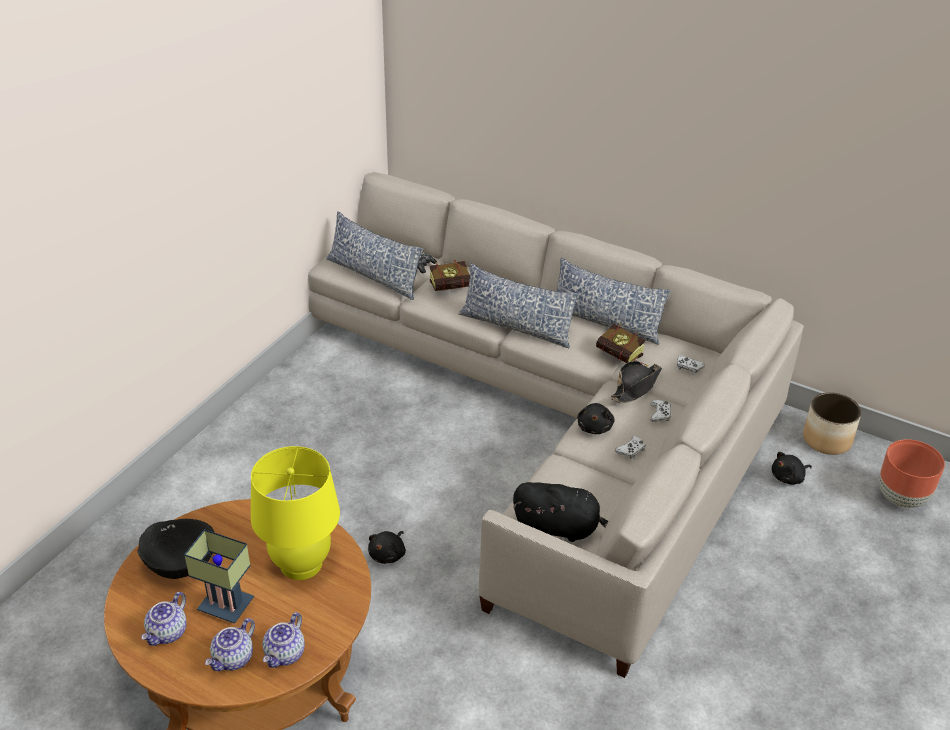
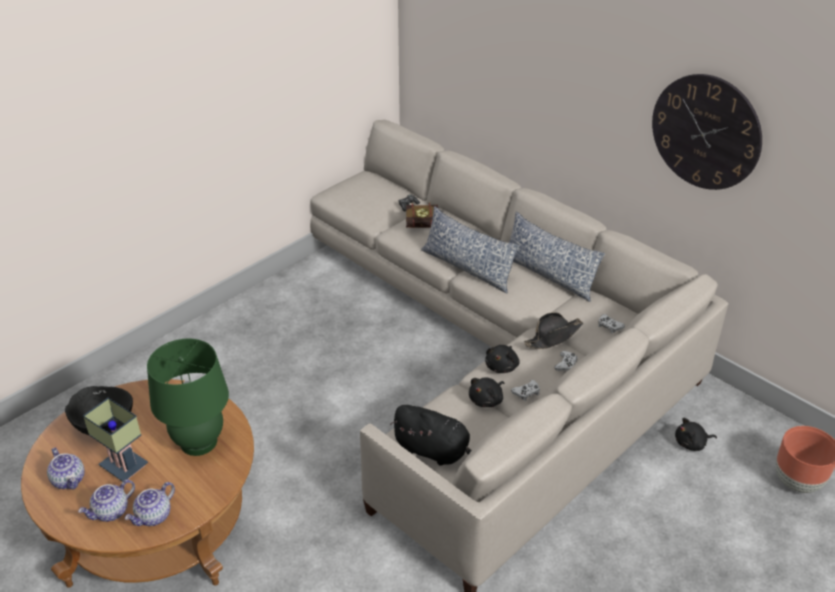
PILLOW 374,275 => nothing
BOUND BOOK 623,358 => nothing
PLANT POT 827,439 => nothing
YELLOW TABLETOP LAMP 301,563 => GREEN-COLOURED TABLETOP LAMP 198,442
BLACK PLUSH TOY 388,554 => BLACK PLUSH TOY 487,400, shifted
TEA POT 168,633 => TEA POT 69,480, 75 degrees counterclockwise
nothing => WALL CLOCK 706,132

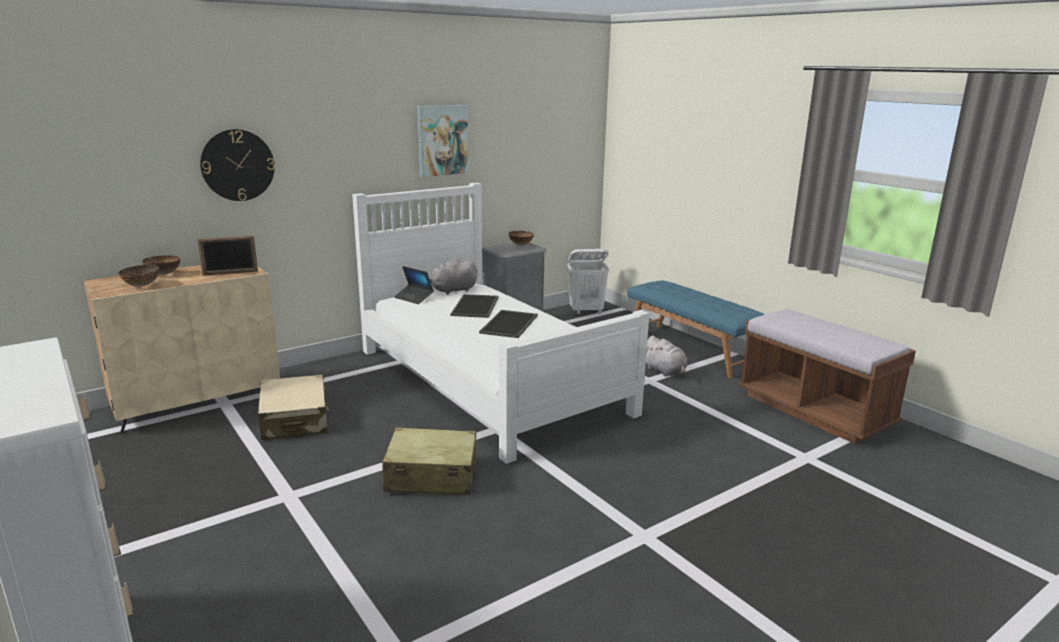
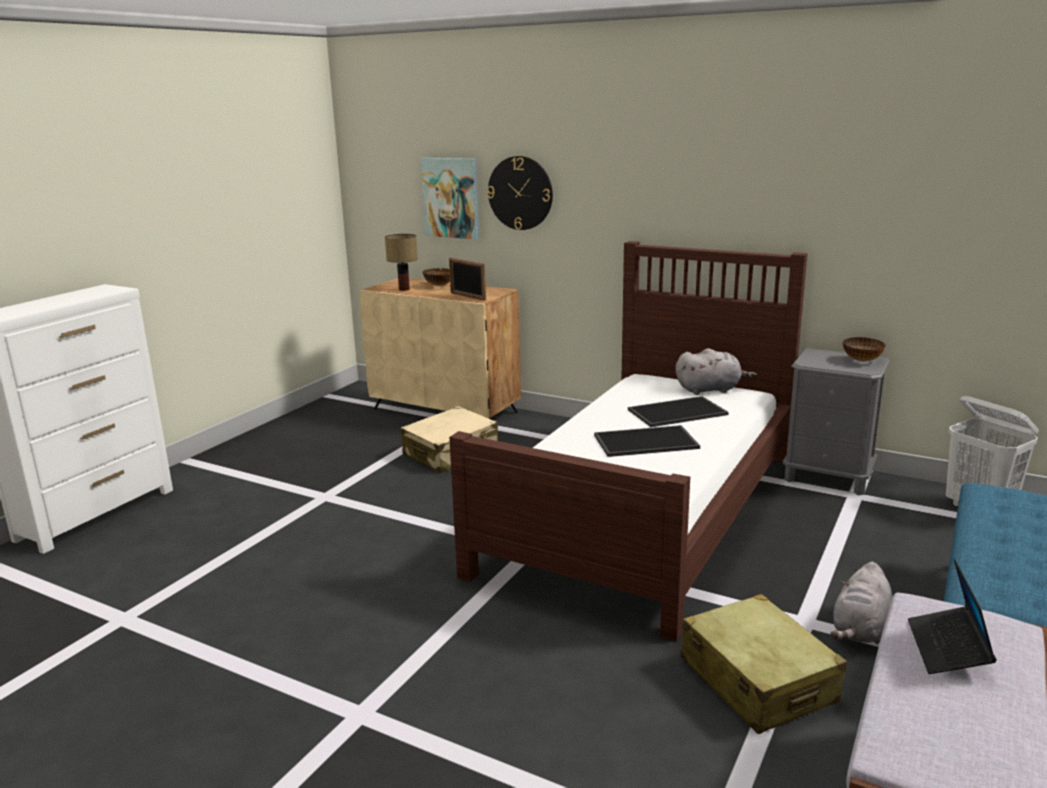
WALL ART 442,140 => WALL ART 451,198, shifted
WHITE-COLOURED BEDROOM BED 488,380 => BROWN-COLOURED BEDROOM BED 645,509
GREYISH PLUSH TOY 452,290 => GREYISH PLUSH TOY 710,389, 135 degrees clockwise
BOWL 141,285 => TABLETOP LAMP 404,289
NOTEBOOK COMPUTER 414,298 => NOTEBOOK COMPUTER 948,649, shifted
BEIGE-COLOURED SUITCASE 431,476 => BEIGE-COLOURED SUITCASE 757,680, shifted

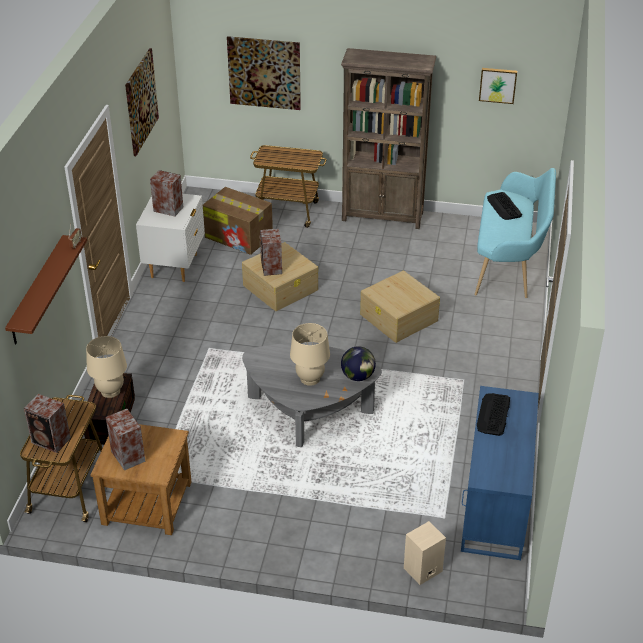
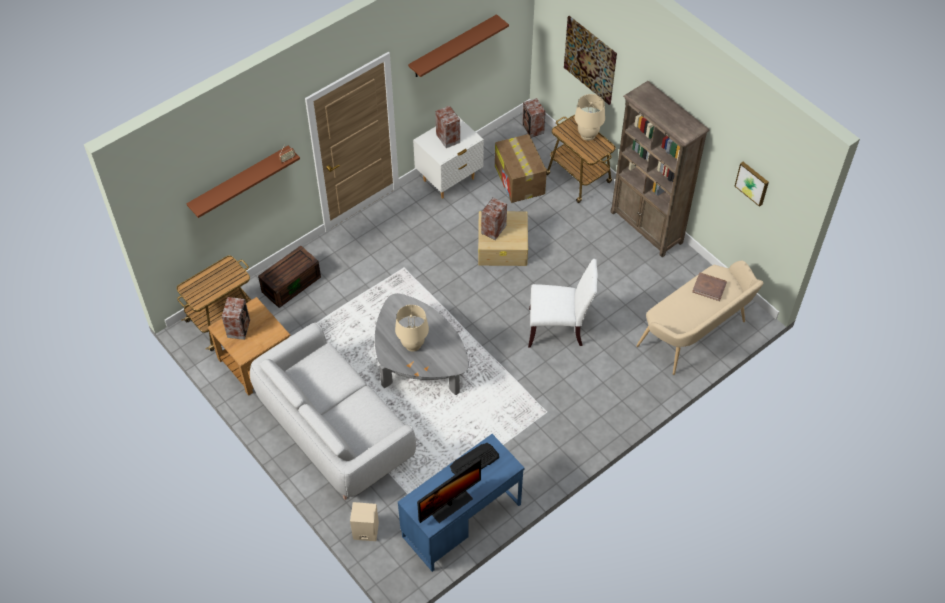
WALL ART 141,101 => BROWN-COLOURED SHELF 453,47
TURQUOISE BENCH 509,264 => BEIGE-COLOURED BENCH 696,336
KEYBOARD 504,207 => BROWN-COLOURED BOUND BOOK 709,287
BEIGE-COLOURED STORAGE BOX 399,318 => WHITE-COLOURED PLAIN CHAIR 558,328
BEIGE-COLOURED TABLETOP LAMP 110,391 => BEIGE-COLOURED TABLETOP LAMP 588,135, shifted
GLOBE 358,376 => nothing
AUDIO SPEAKER 51,441 => AUDIO SPEAKER 533,129, shifted
nothing => GREYISH COUCH 335,430
nothing => MONITOR 450,504

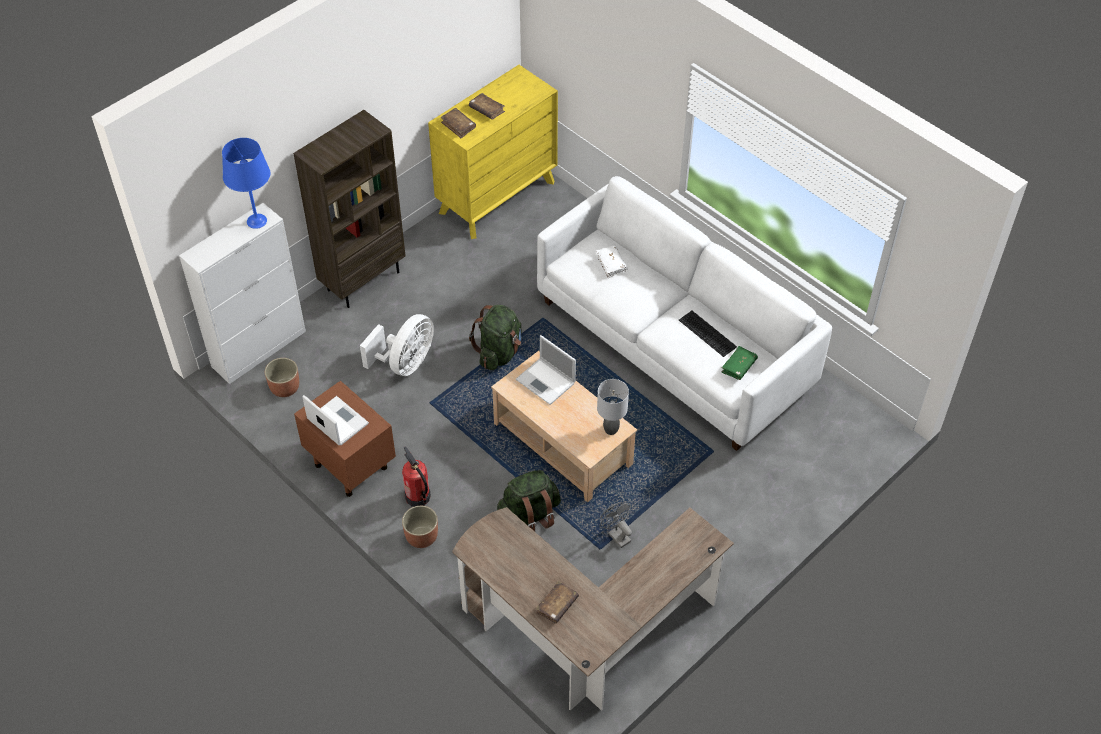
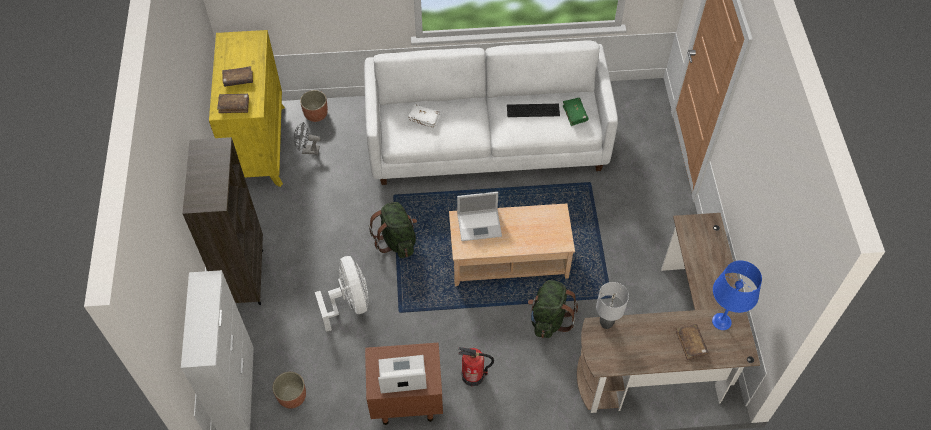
BLUE-COLOURED TABLETOP LAMP 257,221 => BLUE-COLOURED TABLETOP LAMP 722,321, shifted
GREYISH TABLETOP LAMP 611,429 => GREYISH TABLETOP LAMP 605,323, shifted
GREYISH ELECTRIC FAN 616,535 => GREYISH ELECTRIC FAN 307,150, shifted
PLANT POT 421,536 => PLANT POT 316,114, shifted

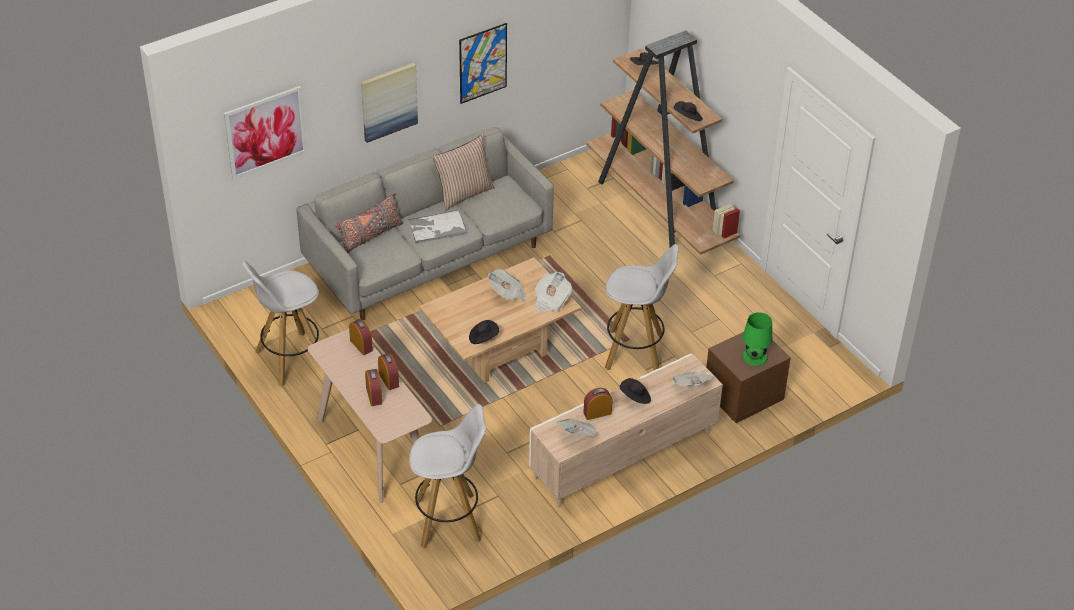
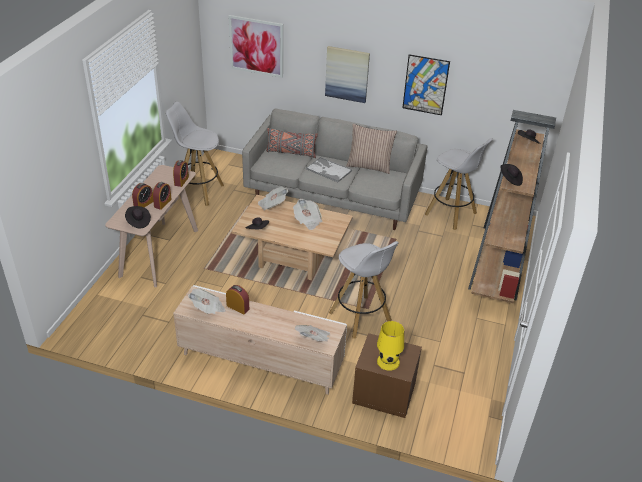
PRINTED PAPER 550,301 => PRINTED PAPER 272,204, shifted
GREEN-COLOURED TABLETOP LAMP 754,357 => YELLOW TABLETOP LAMP 388,361
BLACK HAT 635,397 => BLACK HAT 138,222, shifted
WHITE-COLOURED STOOL SEAT 449,520 => WHITE-COLOURED STOOL SEAT 451,214, shifted

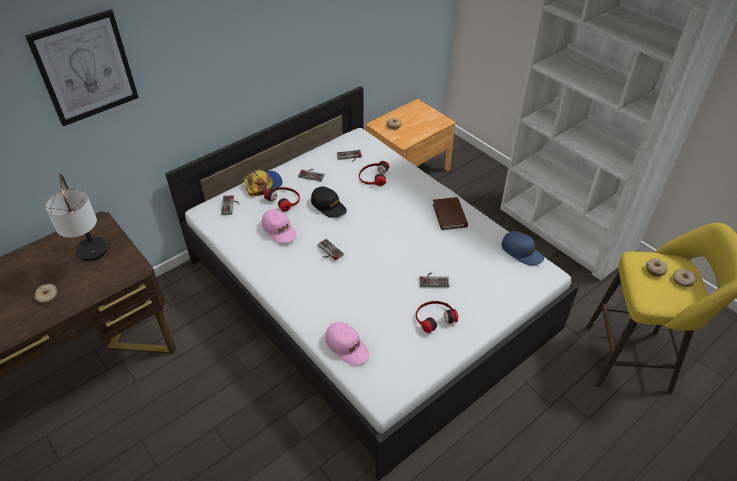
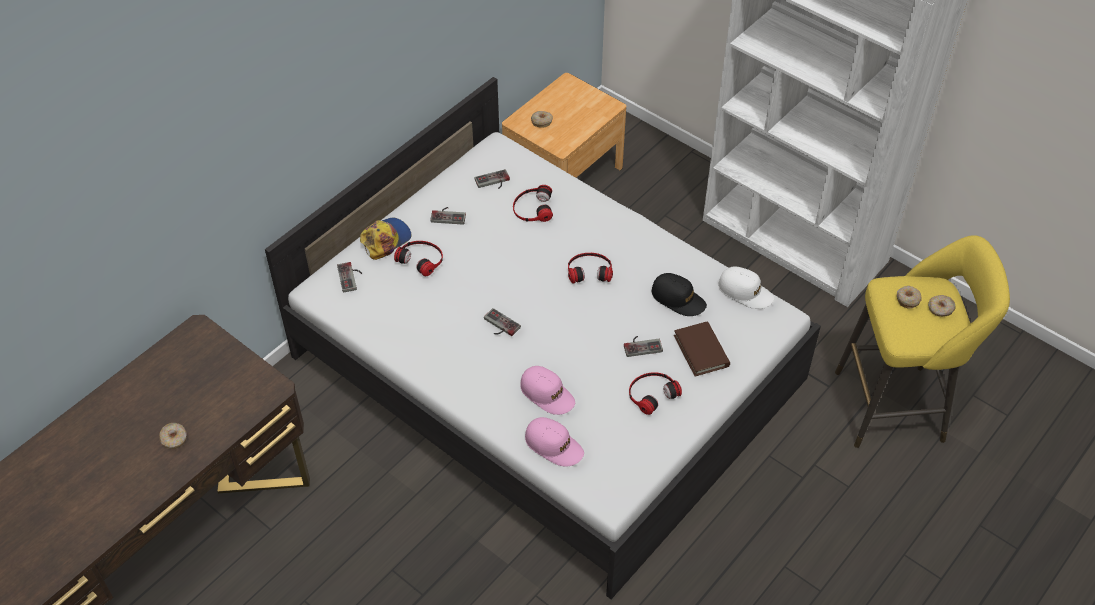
WALL ART 85,68 => nothing
TABLETOP LAMP 94,260 => nothing
BLACK BASEBALL CAP 328,206 => BLACK BASEBALL CAP 678,299, shifted
BROWN-COLOURED BOUND BOOK 449,215 => BROWN-COLOURED BOUND BOOK 701,351, shifted
PINK-COLOURED BASEBALL CAP 279,230 => PINK-COLOURED BASEBALL CAP 547,394, shifted
BLUE-COLOURED BASEBALL CAP 522,252 => WHITE-COLOURED BASEBALL CAP 745,292
nothing => HEADPHONES 589,270

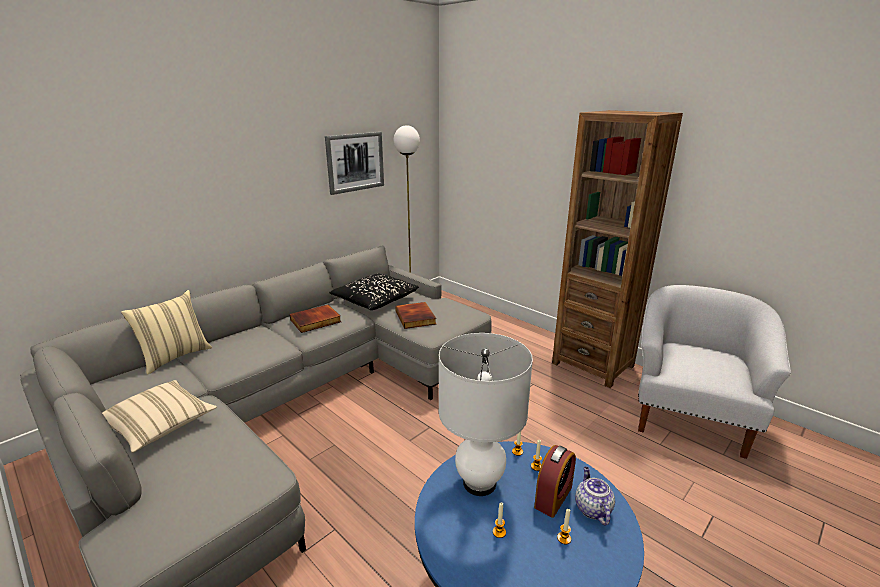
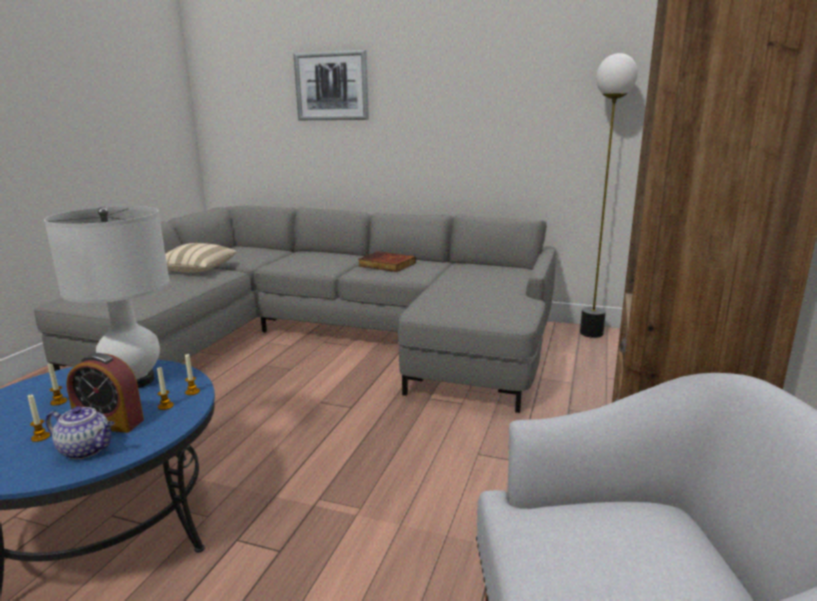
WALL ART 355,162 => WALL ART 331,86, shifted
BLACK PILLOW 375,300 => nothing
BEIGE-COLOURED PILLOW 175,357 => nothing
BOUND BOOK 416,317 => nothing
TEA POT 592,508 => TEA POT 87,450, 45 degrees clockwise

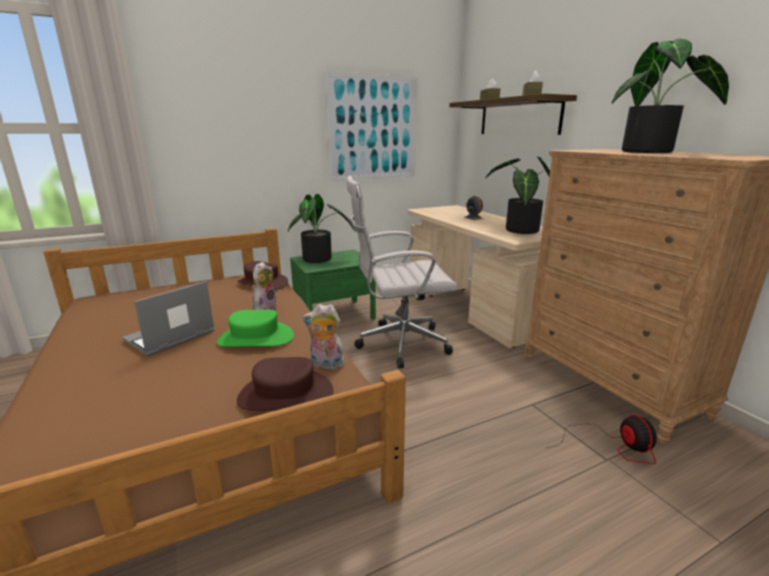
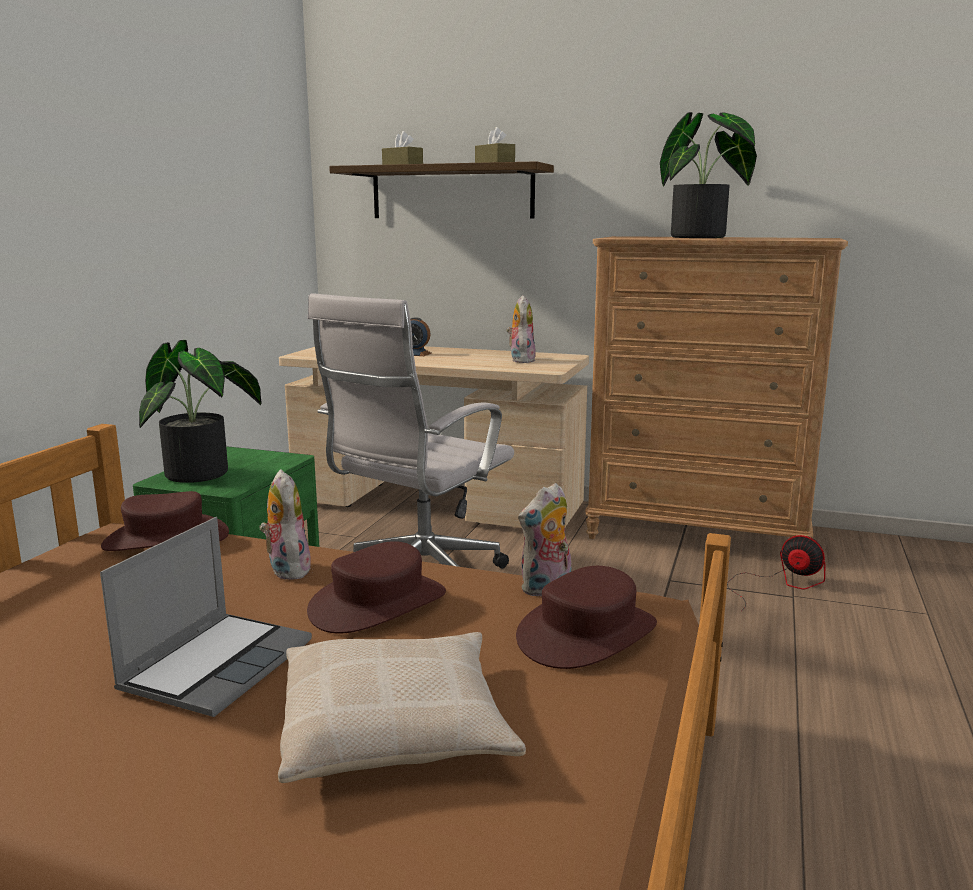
WALL ART 373,128 => nothing
HOUSEPLANT 519,231 => PLUSH TOY 520,360
NOTEBOOK COMPUTER 170,337 => NOTEBOOK COMPUTER 217,664, 150 degrees counterclockwise
GREEN-COLOURED HAT 256,338 => BROWN-COLOURED HAT 378,604
nothing => BEIGE-COLOURED PILLOW 395,726

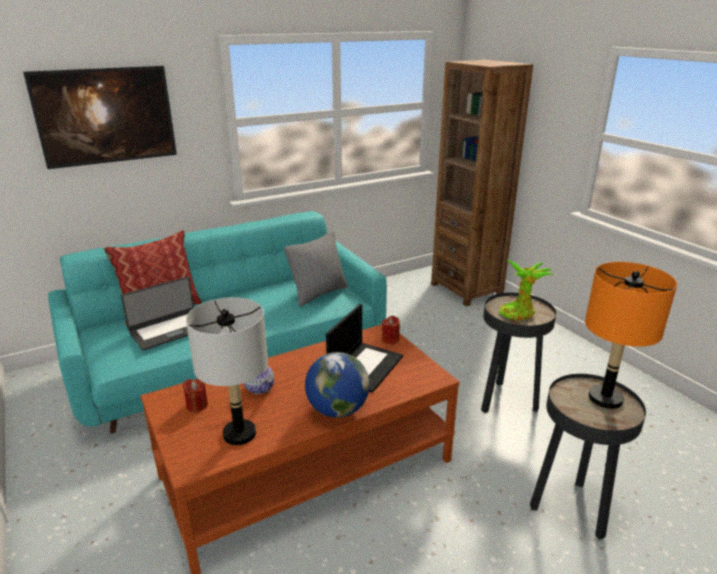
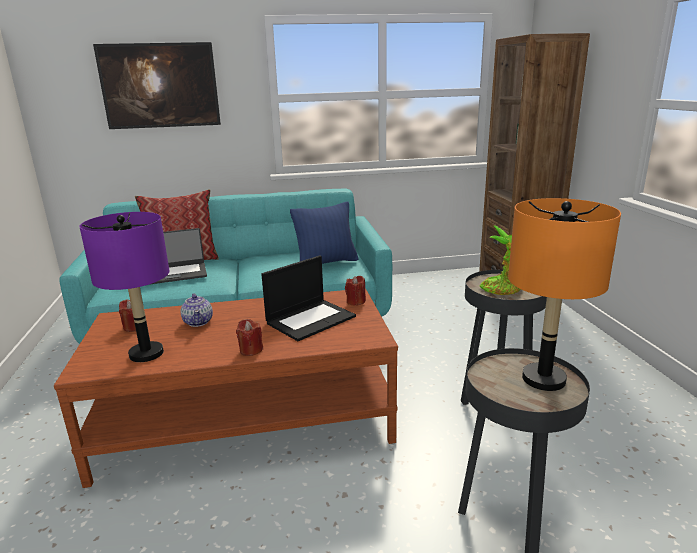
GREYISH PILLOW 318,294 => BLUE-COLOURED PILLOW 326,263
GREYISH TABLETOP LAMP 240,434 => PURPLE-COLOURED TABLETOP LAMP 147,354
GLOBE 337,410 => RED WAX CANDLE 251,350

